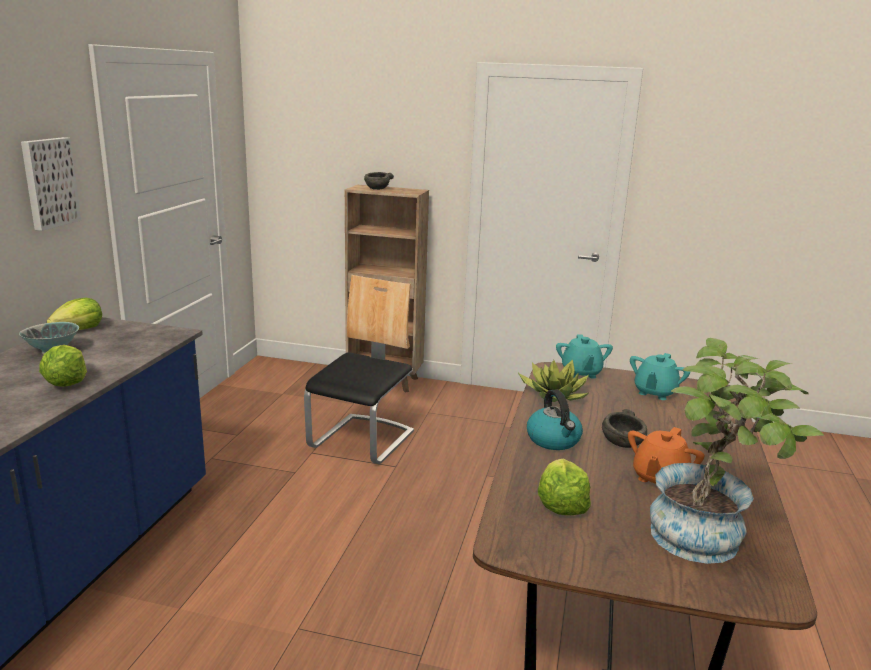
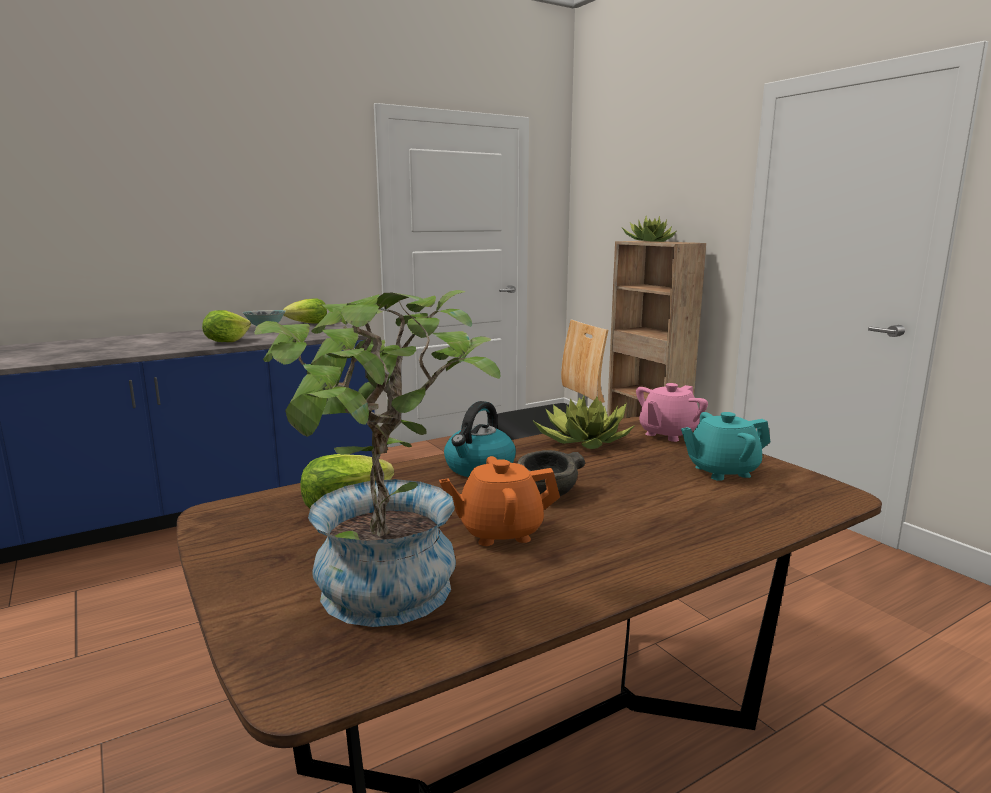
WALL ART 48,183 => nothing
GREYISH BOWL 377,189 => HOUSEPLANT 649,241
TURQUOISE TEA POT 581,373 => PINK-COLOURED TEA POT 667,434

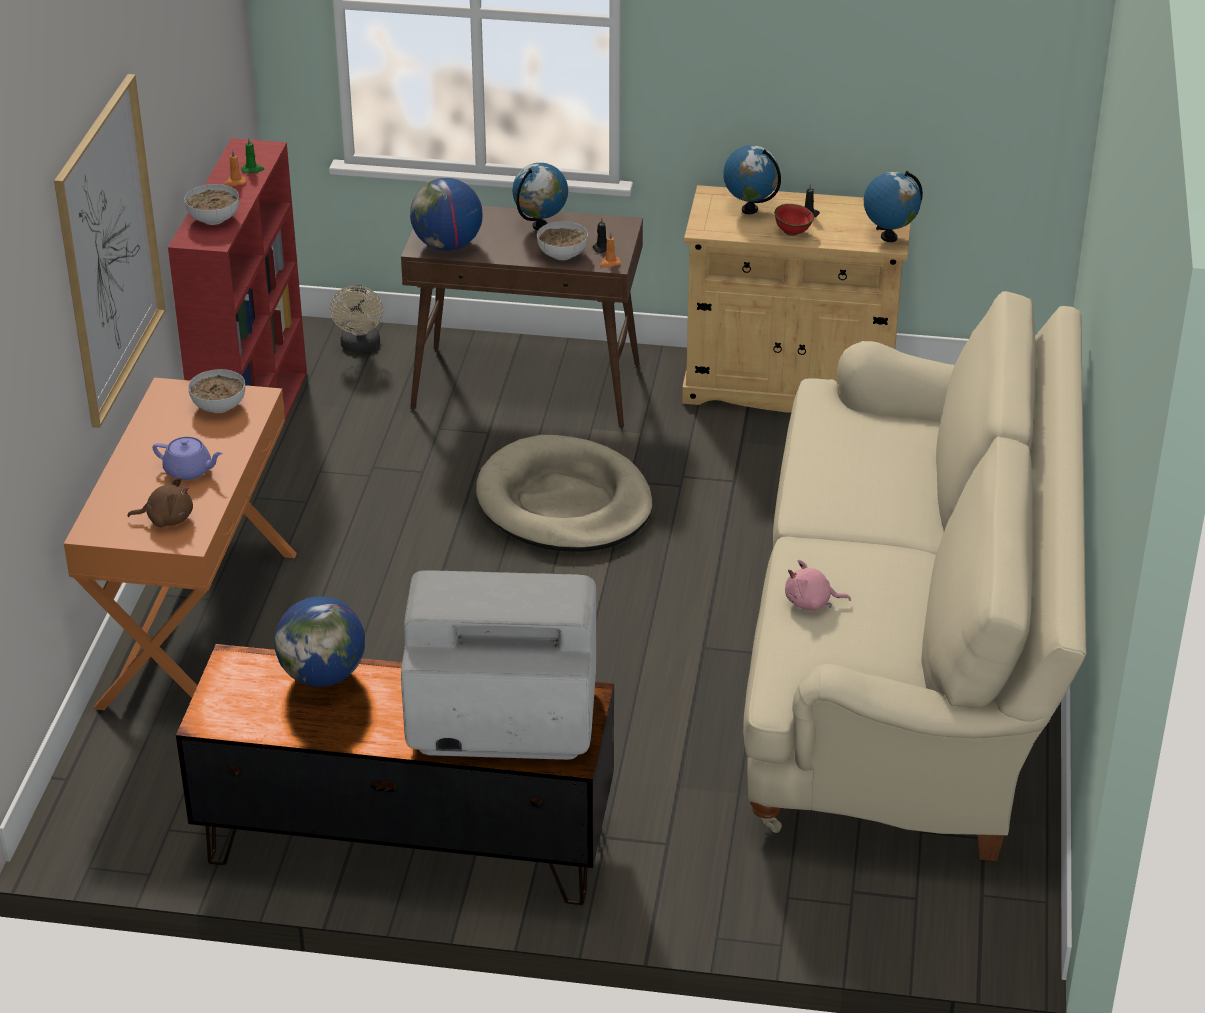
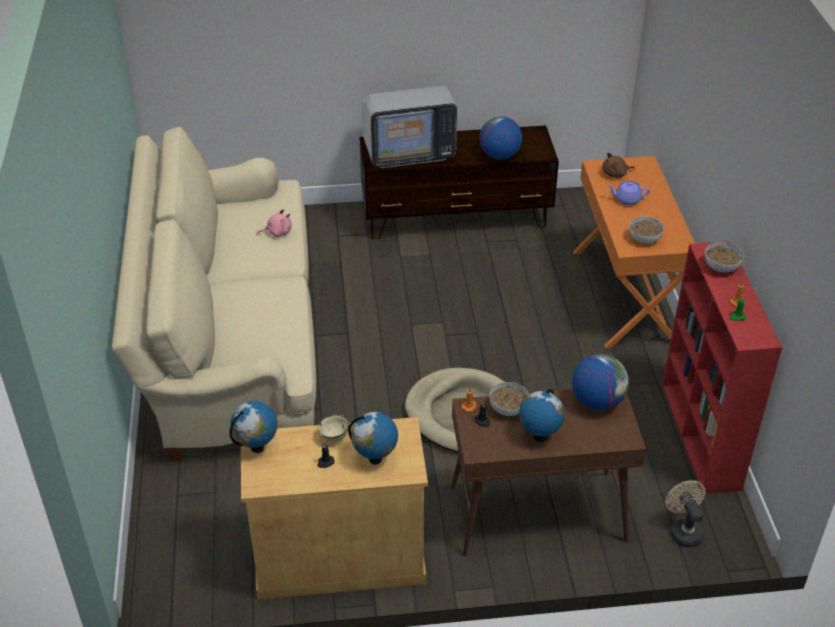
WALL ART 109,250 => nothing
RED BOWL 792,232 => BEIGE-COLOURED BOWL 334,438

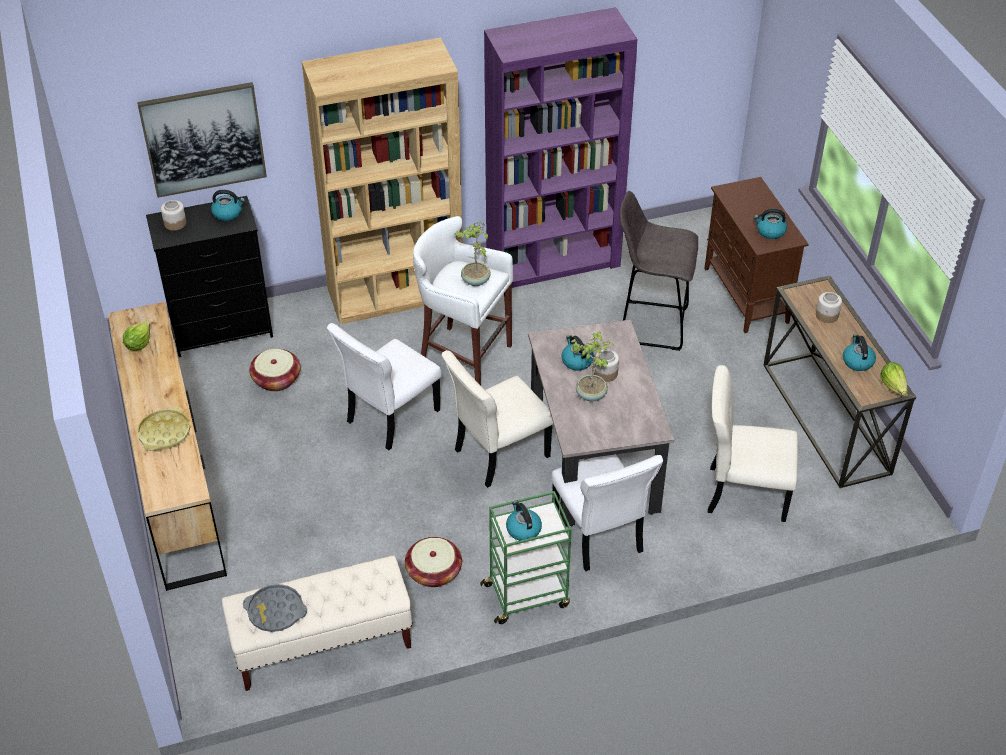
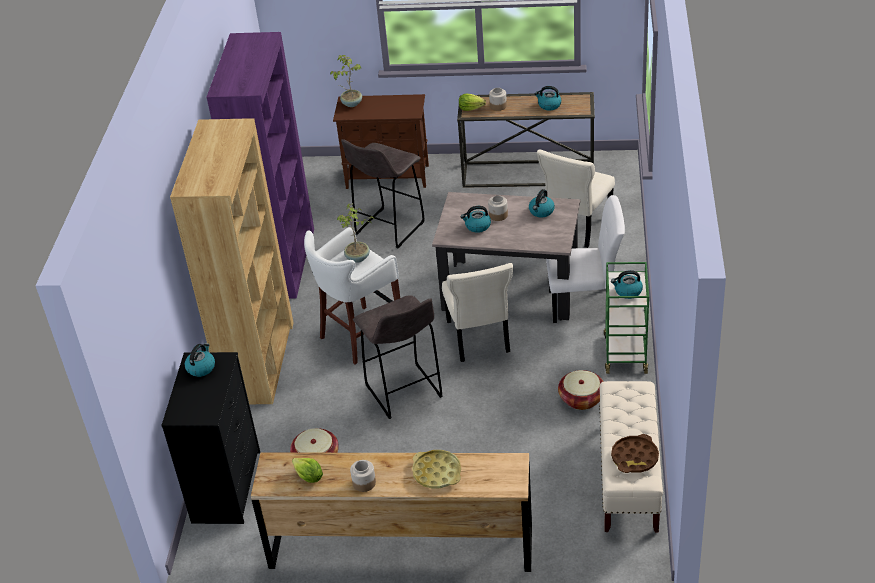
WALL ART 203,139 => nothing
JAR 175,223 => JAR 364,483, shifted
WATER KETTLE 770,231 => WATER KETTLE 541,211, shifted
WHITE-COLOURED PLAIN CHAIR 390,418 => GREYISH STOOL SEAT 404,393
HOUSEPLANT 591,394 => HOUSEPLANT 351,103, shifted
LETTUCE HEAD 893,386 => LETTUCE HEAD 470,108, shifted
GREYISH TRAY 275,611 => BROWN-COLOURED TRAY 634,457

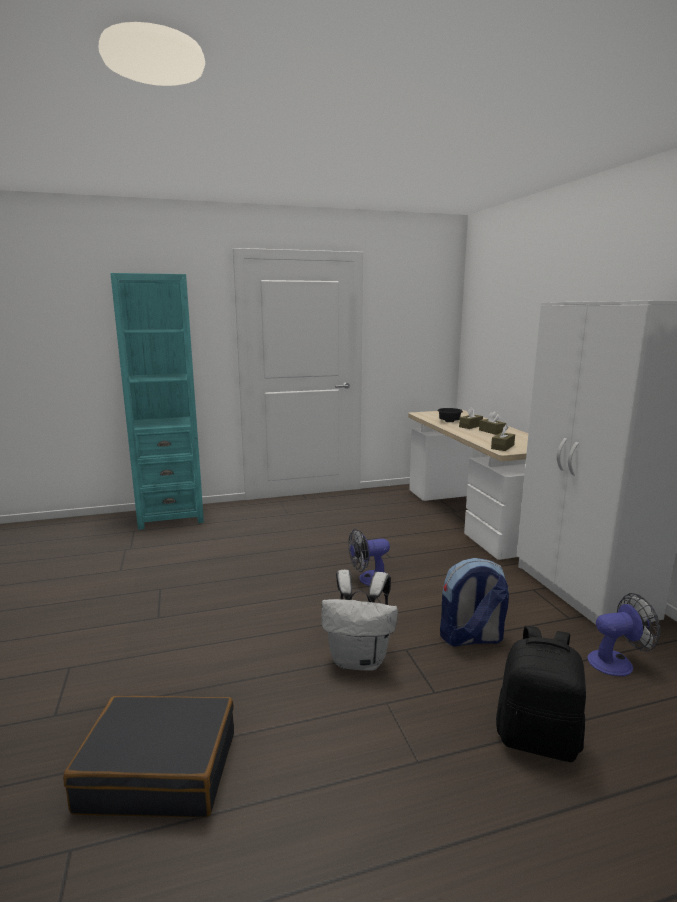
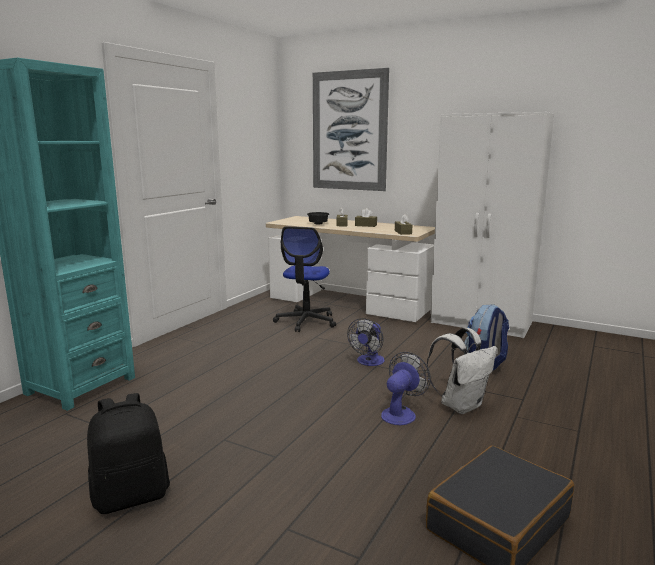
ELECTRIC FAN 617,662 => ELECTRIC FAN 401,413, shifted
BLACK RUCKSACK 537,739 => BLACK RUCKSACK 131,496, shifted
nothing => WALL ART 349,131
nothing => OFFICE CHAIR 306,321

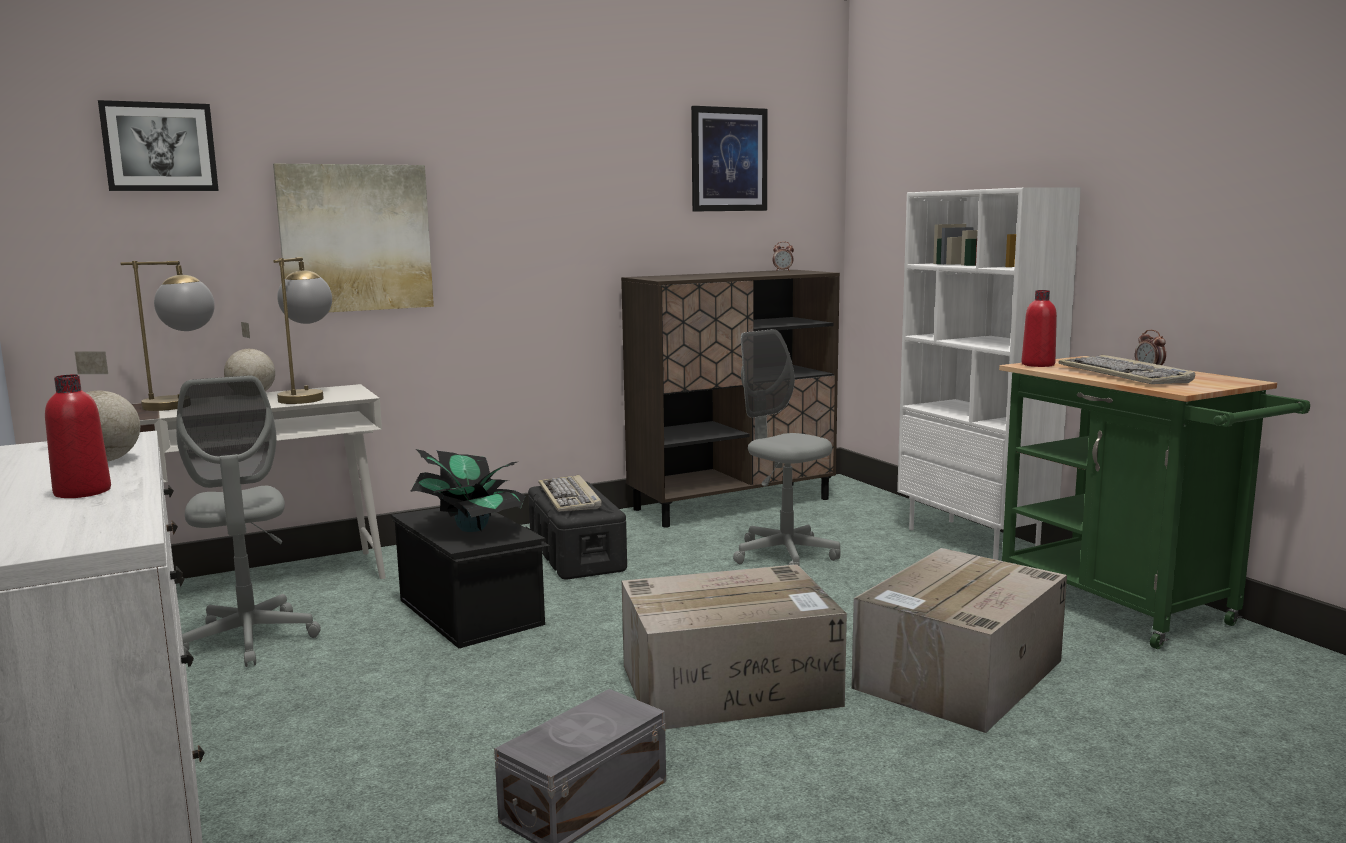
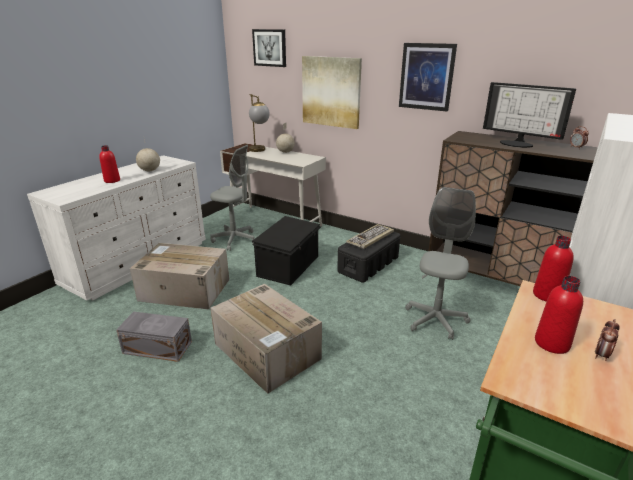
WALL ART 729,159 => WALL ART 426,77, shifted
TABLETOP LAMP 307,397 => nothing
KEYBOARD 1125,375 => RED BOTTLE 551,343
GREYISH OFFICE CHAIR 250,640 => GREYISH OFFICE CHAIR 235,240, 105 degrees counterclockwise
HOUSEPLANT 472,528 => nothing
PACKING BOX 958,675 => PACKING BOX 183,290, shifted
nothing => MONITOR 517,143

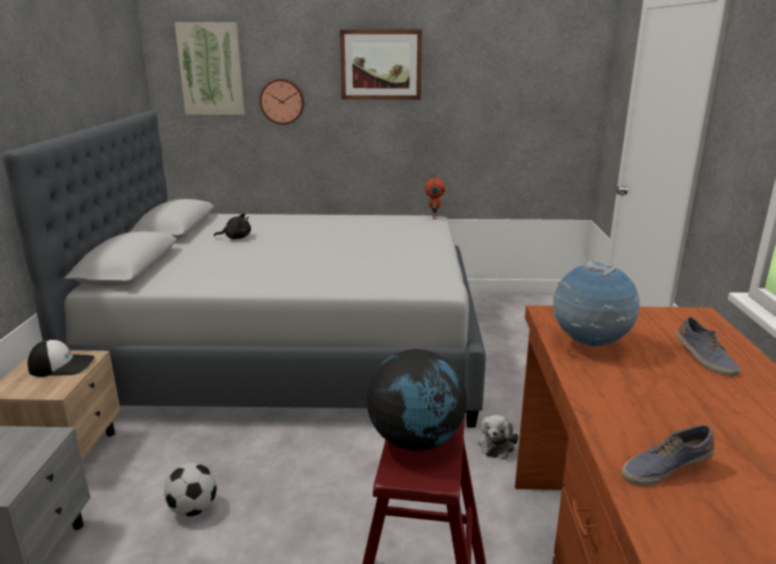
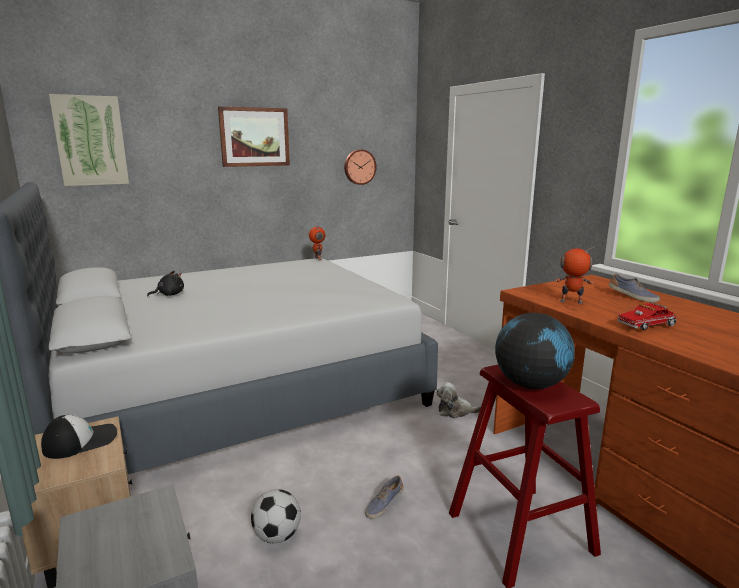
WALL CLOCK 282,101 => WALL CLOCK 359,167, shifted
GLOBE 590,344 => TOY ROBOT 571,302
PLUSH TOY 496,444 => PLUSH TOY 455,411, 105 degrees clockwise
LOW SHOE 665,468 => LOW SHOE 383,504, shifted
nothing => MODEL TRUCK 647,326

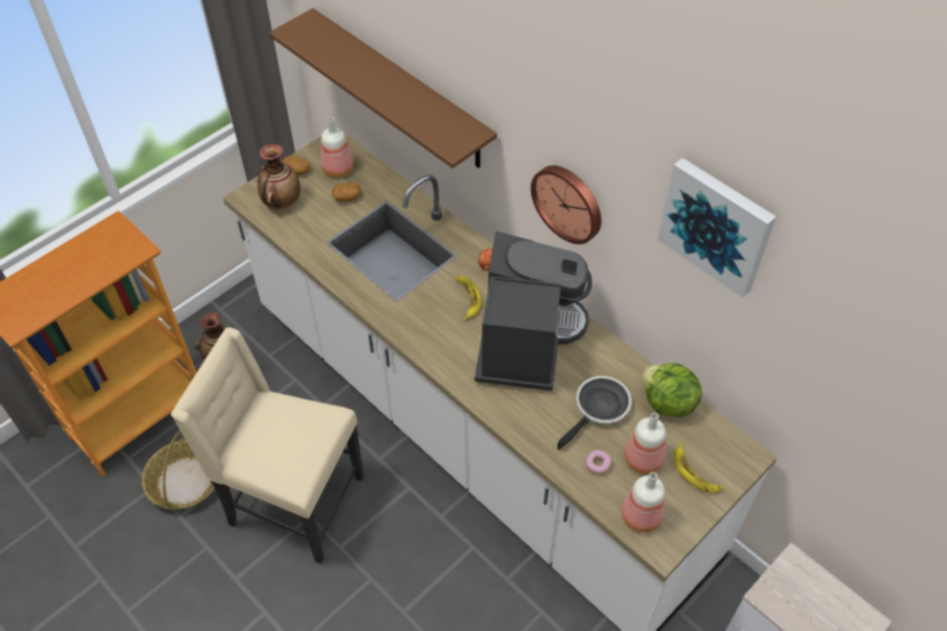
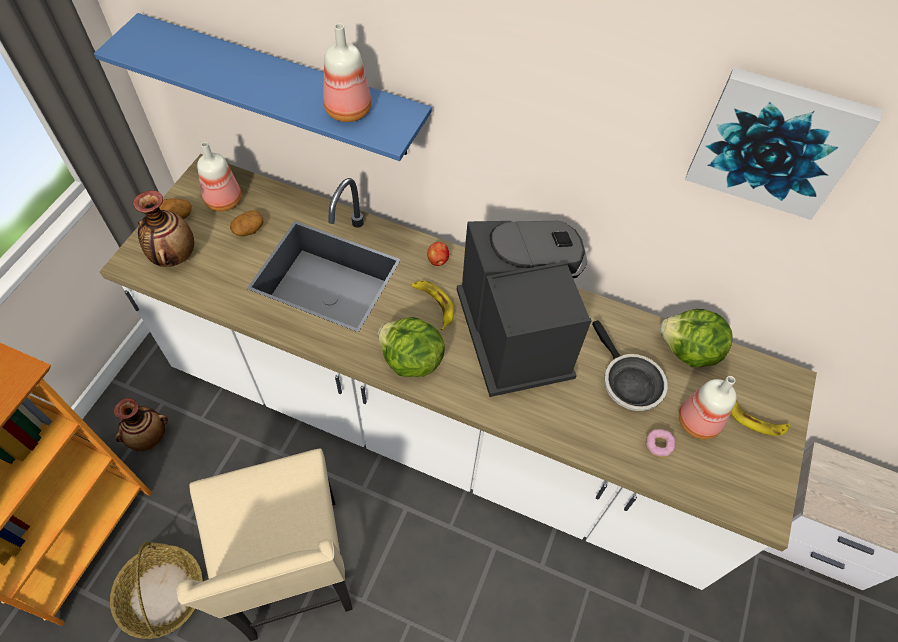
BROWN-COLOURED SHELF 401,90 => BLUE-COLOURED SHELF 284,87
WALL CLOCK 569,202 => nothing
BEIGE-COLOURED PLAIN CHAIR 293,502 => BEIGE-COLOURED PLAIN CHAIR 292,571, 105 degrees counterclockwise
SKILLET 599,409 => SKILLET 628,382, 135 degrees clockwise
BOTTLE 640,515 => BOTTLE 347,110, shifted
nothing => LETTUCE HEAD 411,361

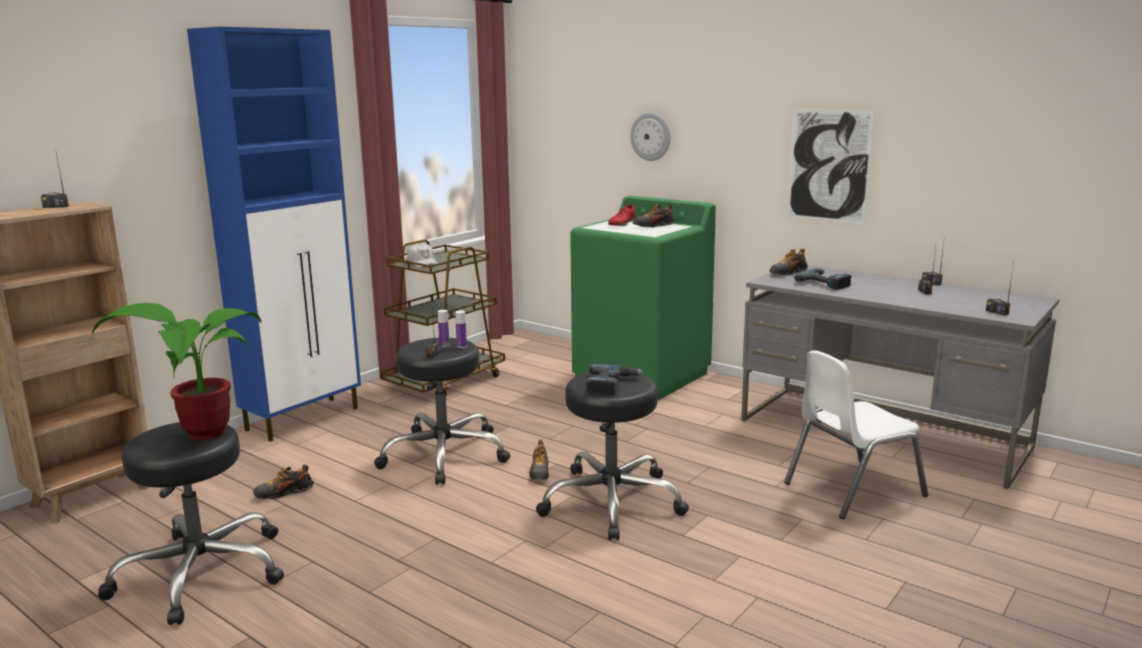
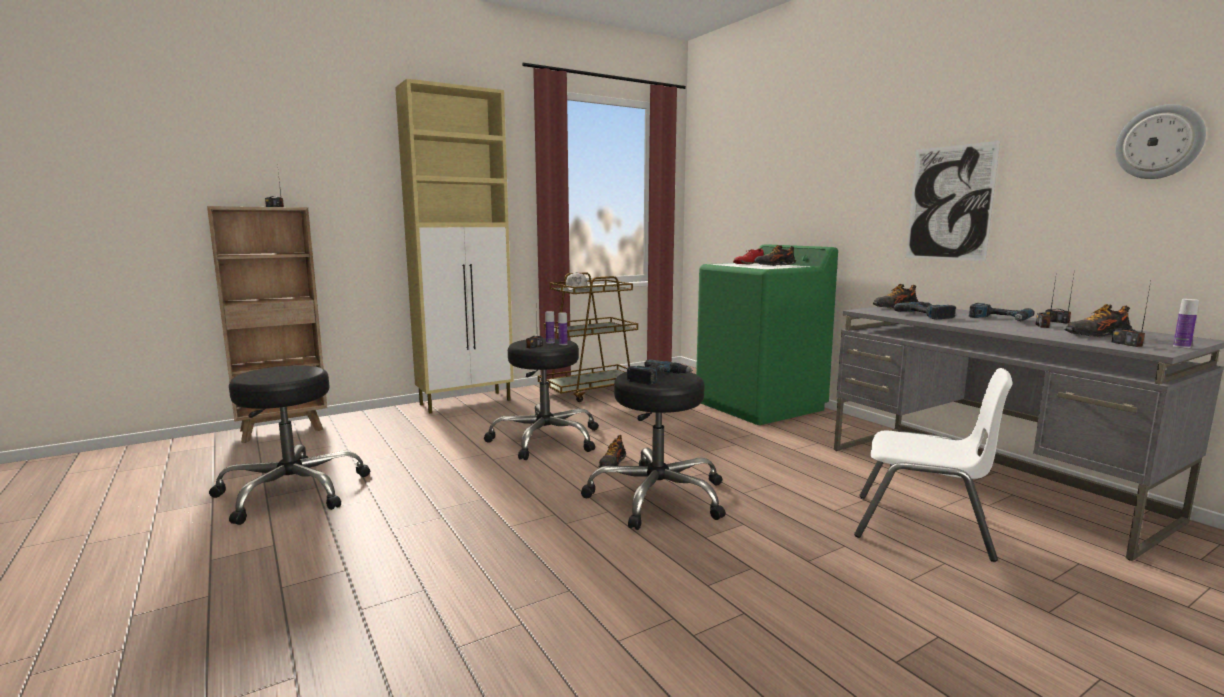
BLUE-COLOURED CUPBOARD 304,418 => BEIGE-COLOURED CUPBOARD 467,402
WALL CLOCK 651,136 => WALL CLOCK 1159,142, shifted
HOUSEPLANT 199,434 => nothing
WHITE-COLOURED PLAIN CHAIR 852,489 => WHITE-COLOURED PLAIN CHAIR 922,527, 150 degrees counterclockwise
LOW SHOE 283,493 => LOW SHOE 1097,335, shifted
nothing => BOTTLE 1181,346
nothing => POWER DRILL 999,319

